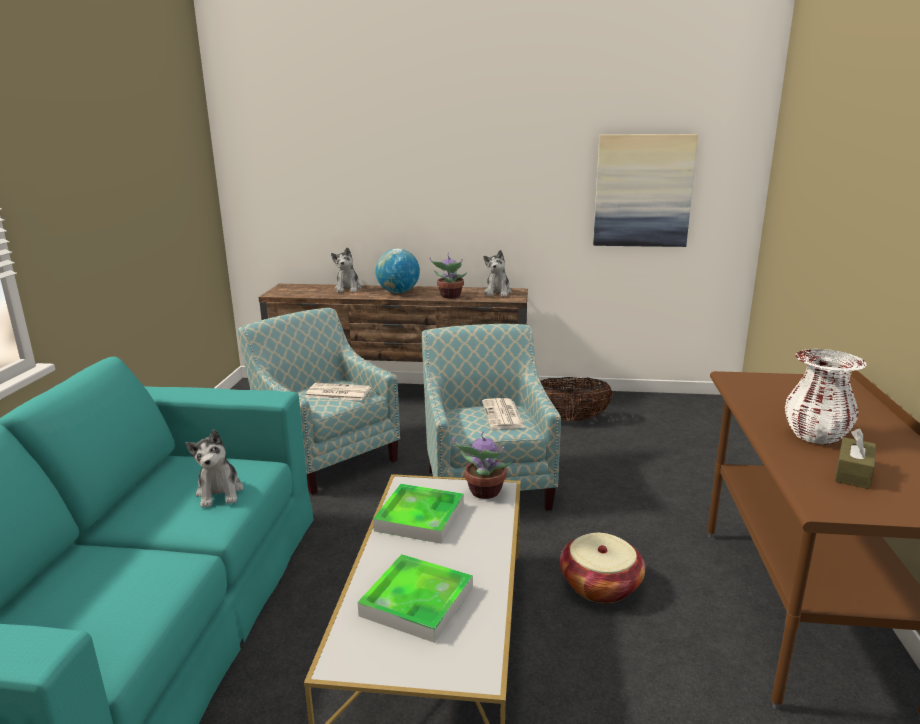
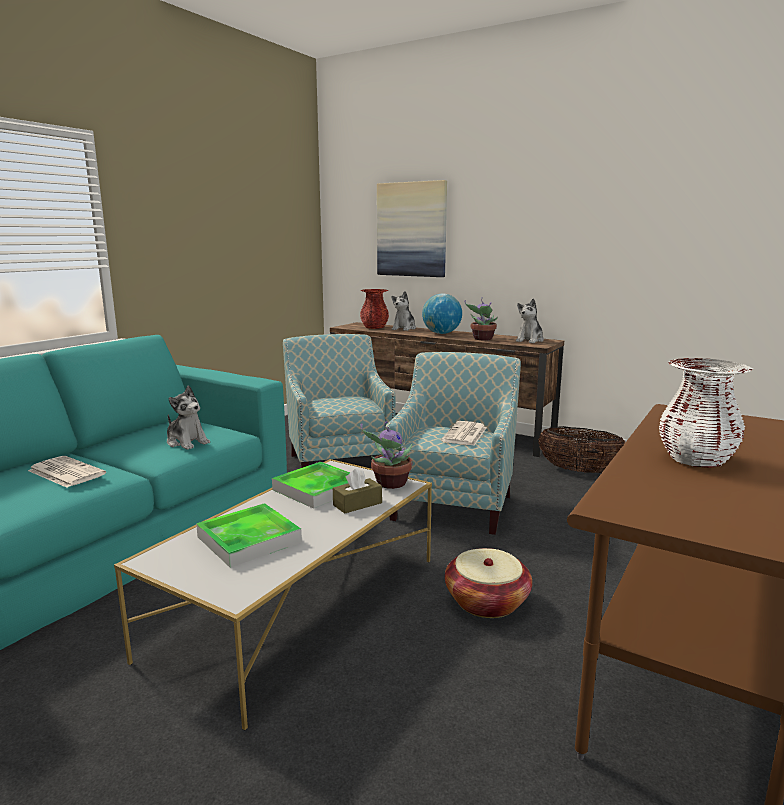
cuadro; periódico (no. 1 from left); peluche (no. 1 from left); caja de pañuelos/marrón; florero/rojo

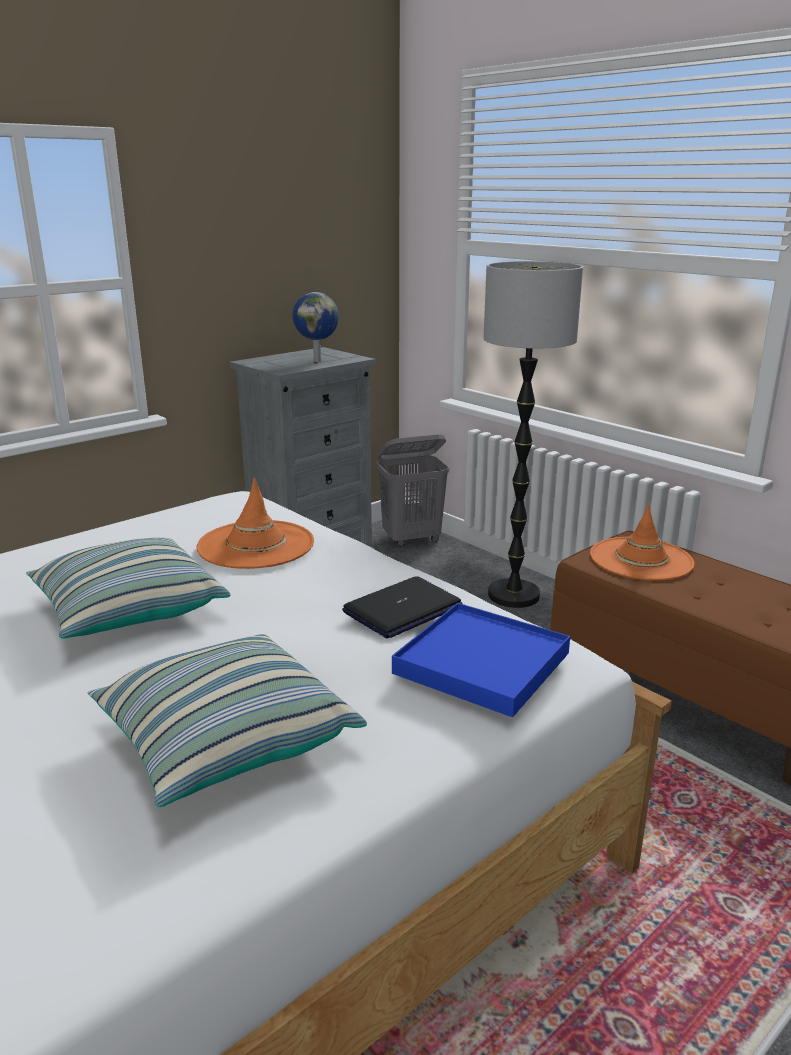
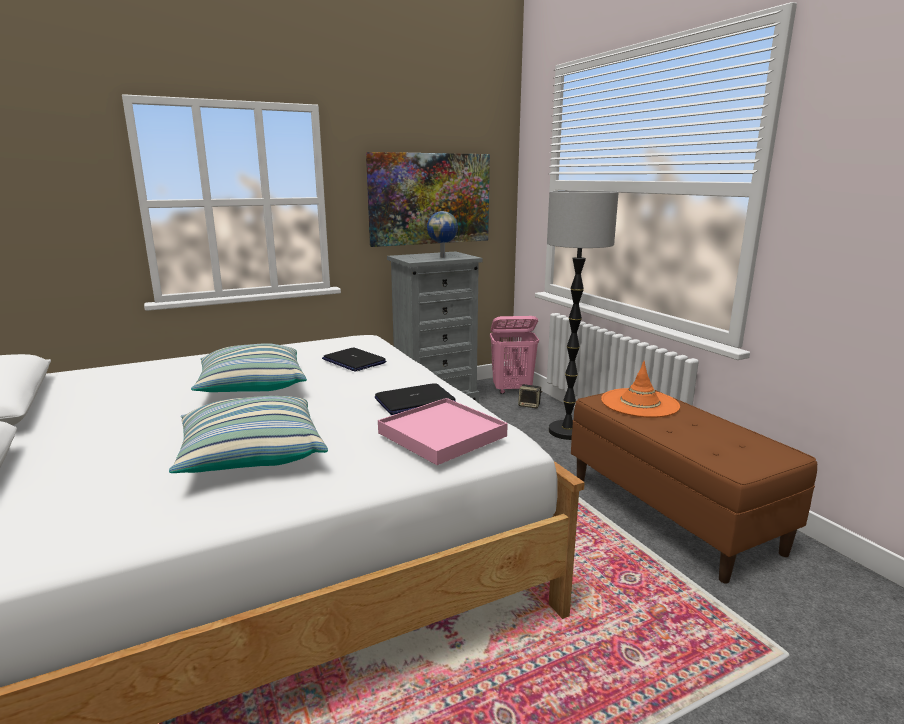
cesto de la ropa/rosa; portátil (no. 1 from left); bandeja/rosa; cuadro; altavoz

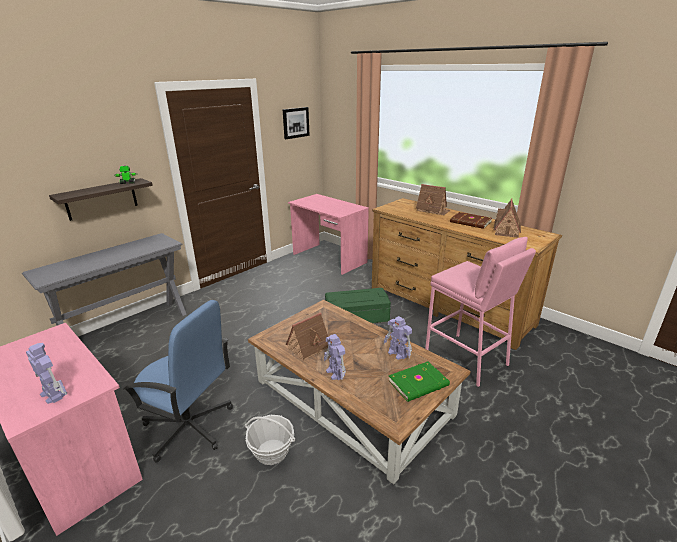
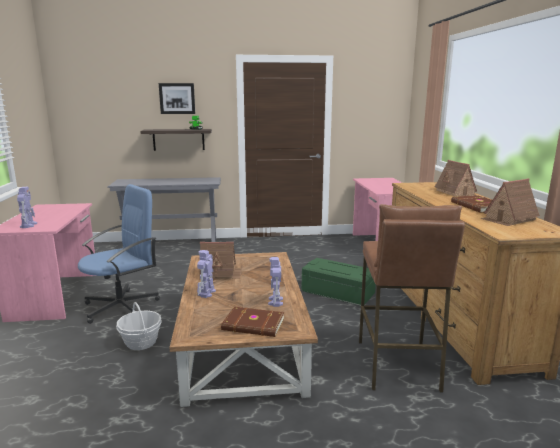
cuadro; taburete/marrón; silla de oficina/azul; libro/marrón (no. 1 from left)

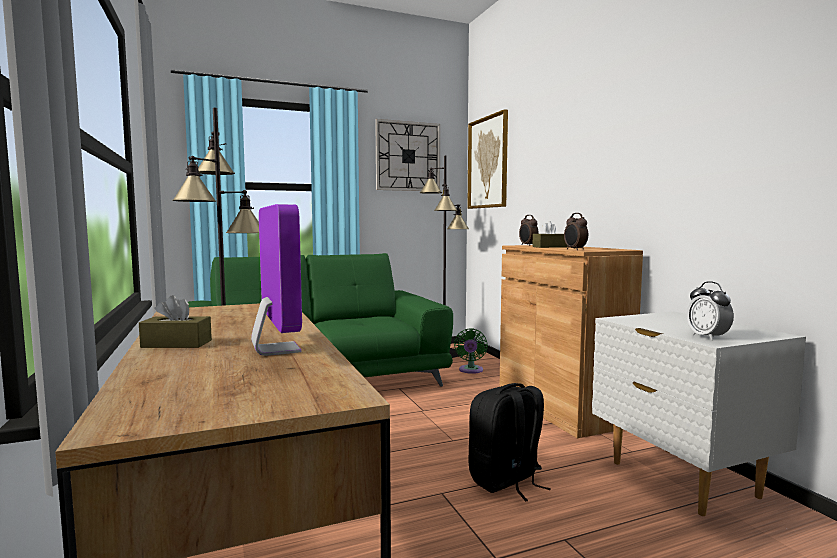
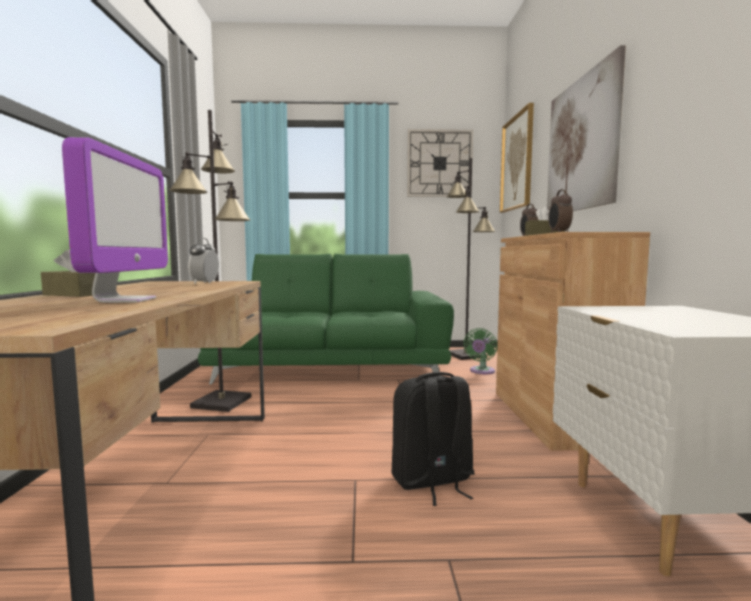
despertador (no. 1 from left); cuadro (no. 2 from left)

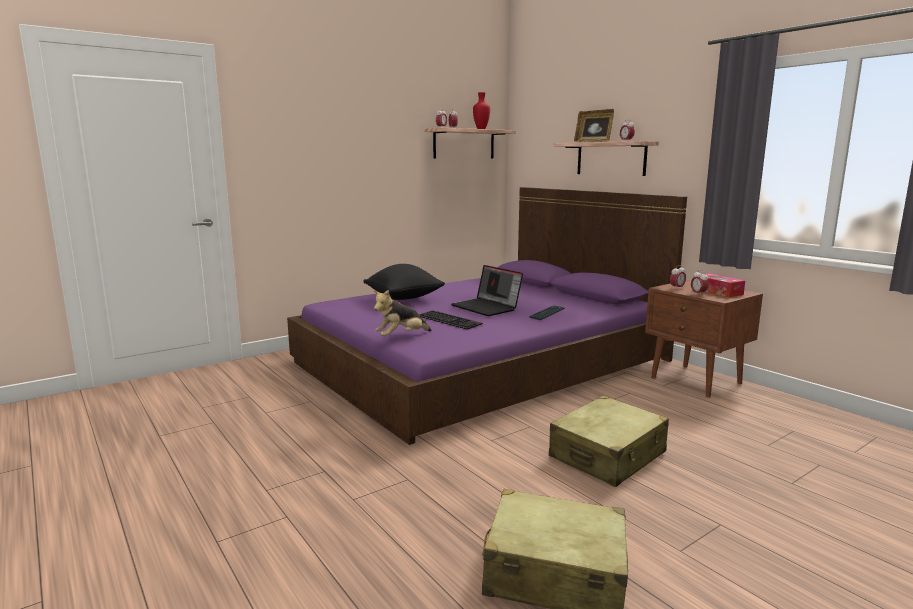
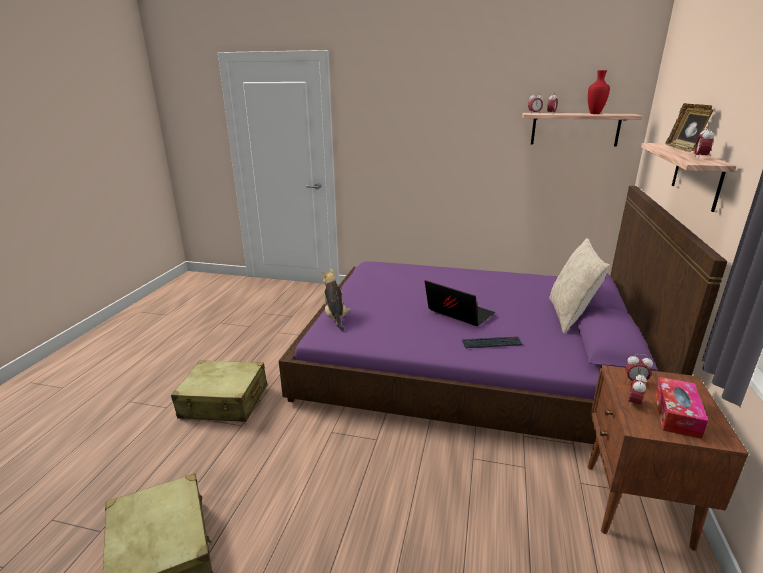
cojín/negro; portátil; peluche; teclado (no. 1 from left in the first image); maleta/beis (no. 2 from left); cojín/beis

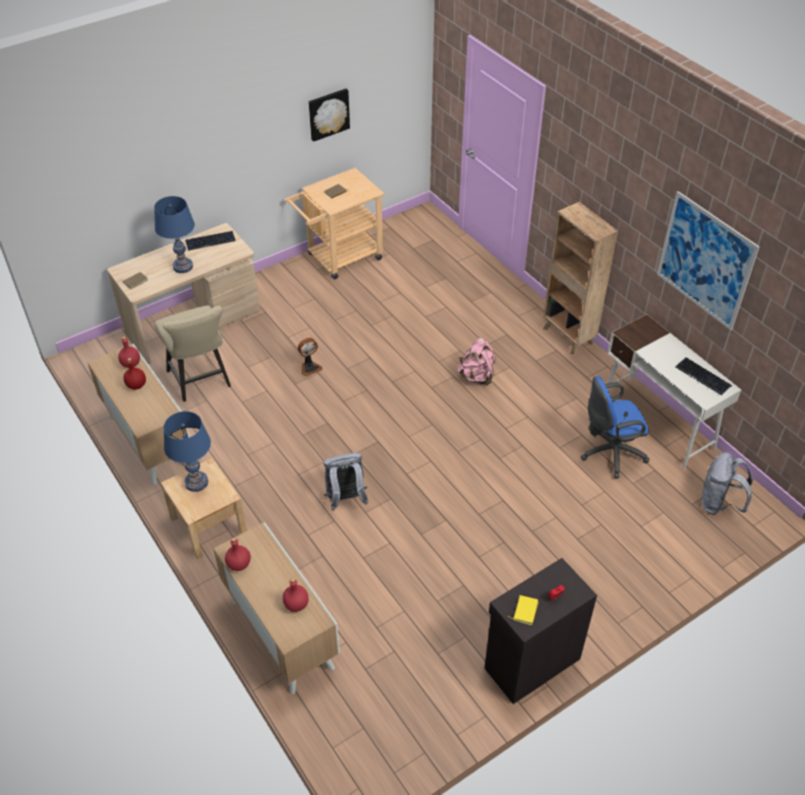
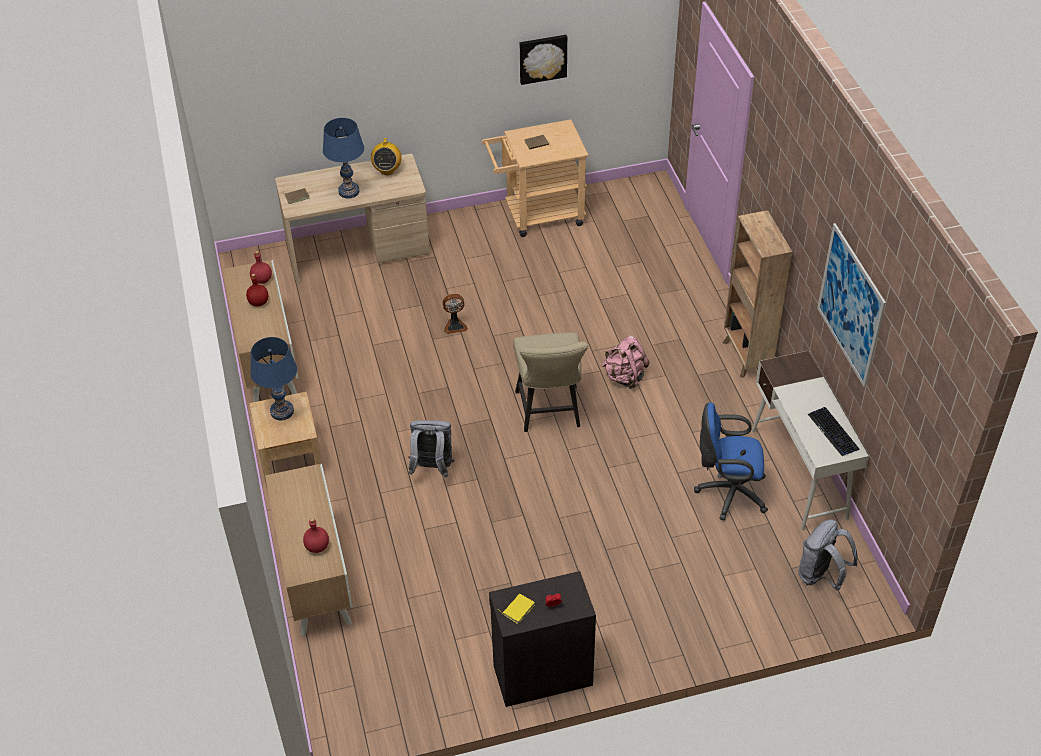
radio; silla/beis; botella/rojo (no. 3 from left in the first image)

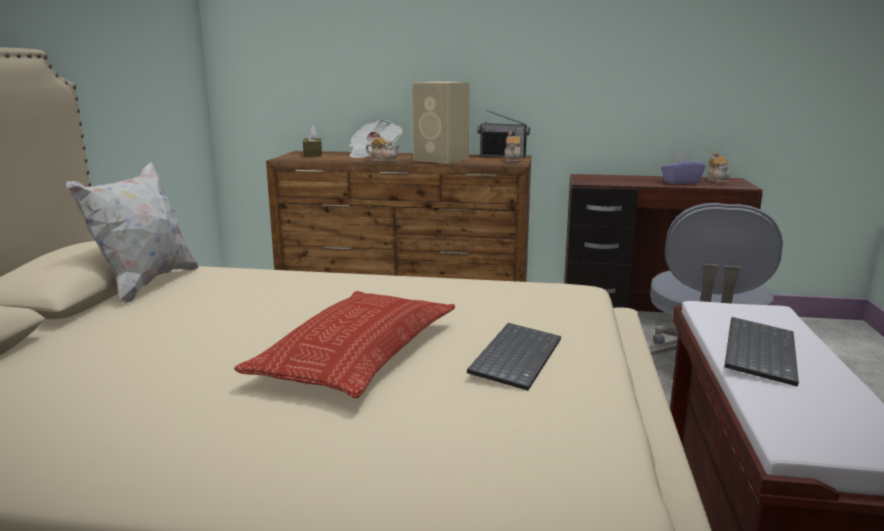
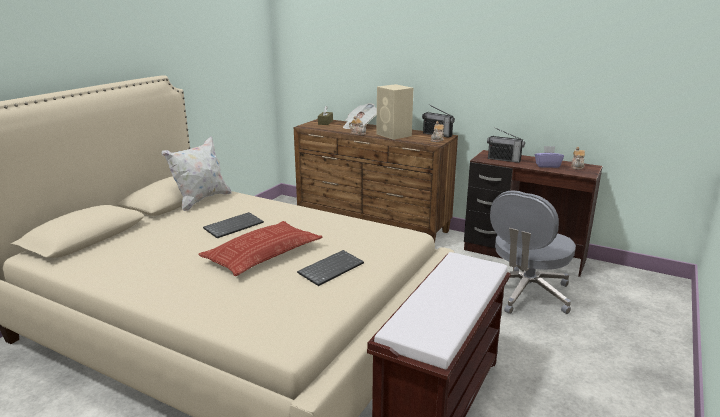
teclado (no. 1 from left); radio (no. 2 from left)

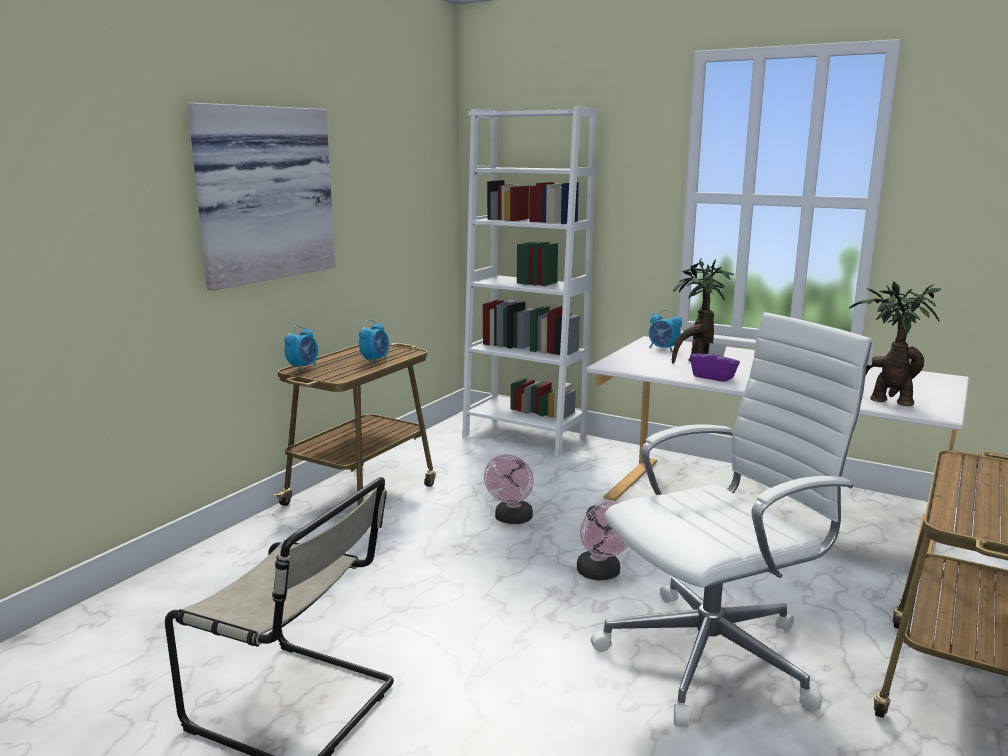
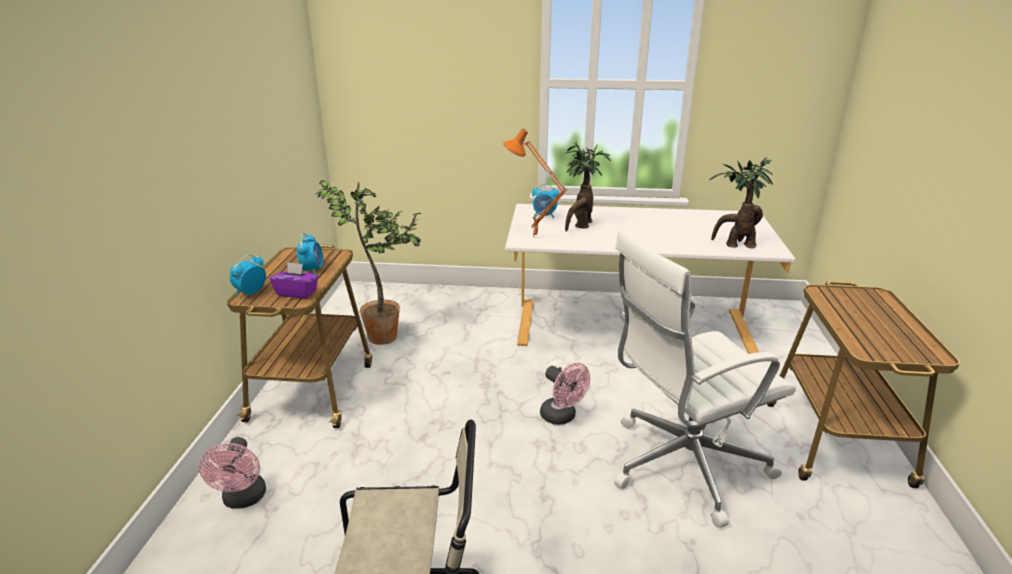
cuadro; estantería/blanco; silla de oficina/blanco; despertador (no. 1 from left); caja de pañuelos/morado; ventilador/rosa (no. 1 from left); lámpara de mesa/naranja; planta en maceta (no. 1 from left)

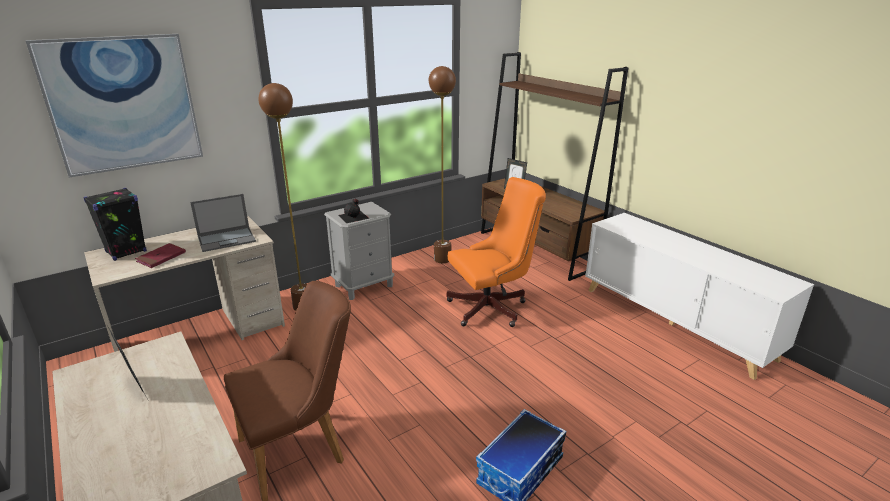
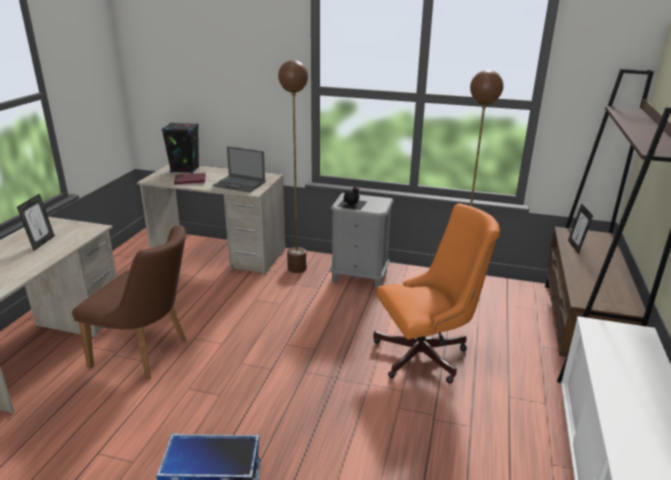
cuadro; silla de oficina/naranja

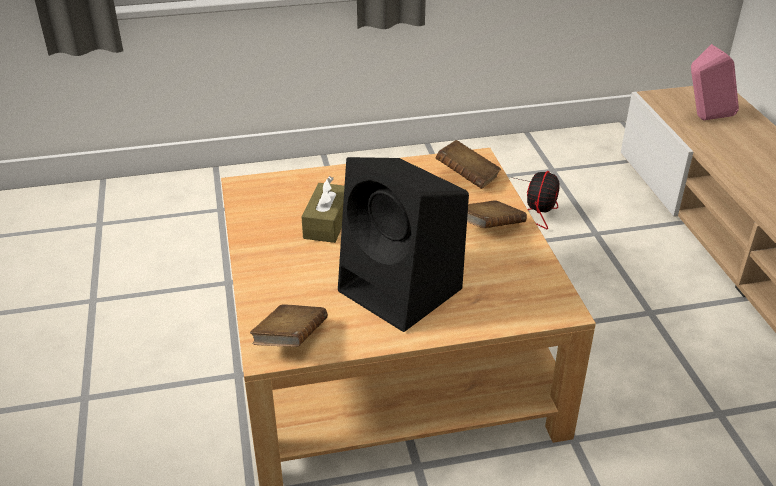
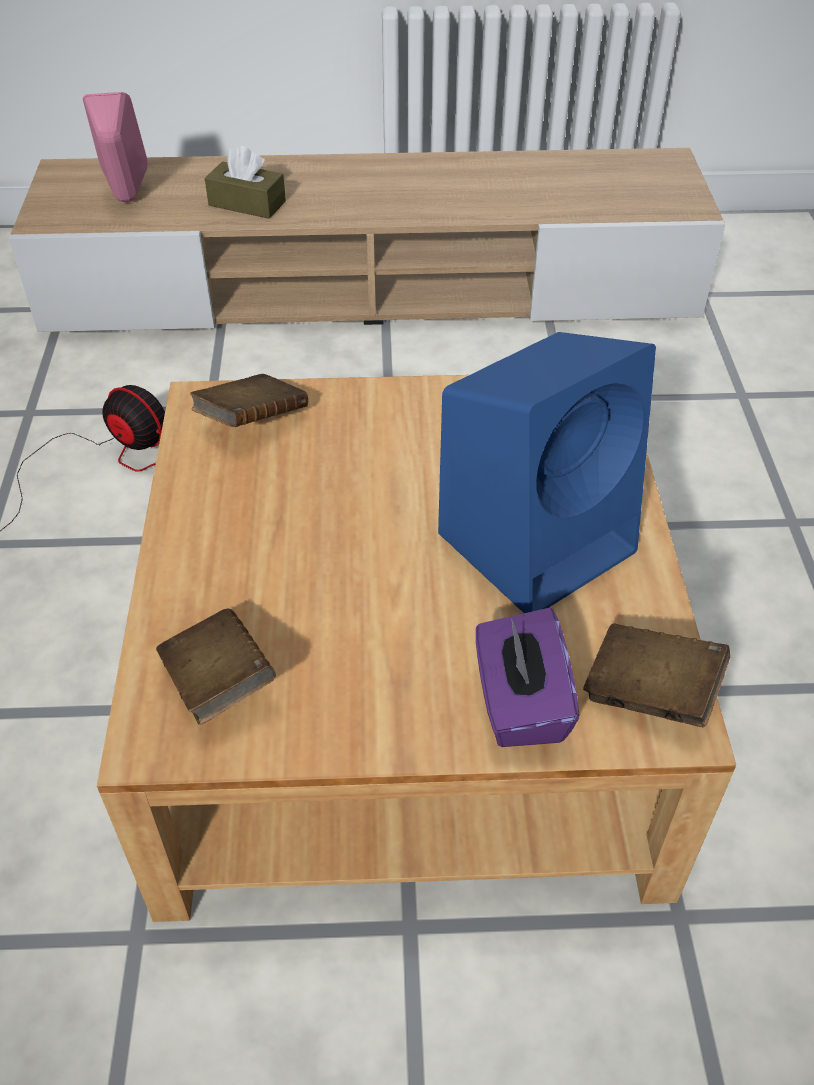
altavoz/azul; caja de pañuelos/marrón; libro/marrón (no. 1 from left); caja de pañuelos/morado

